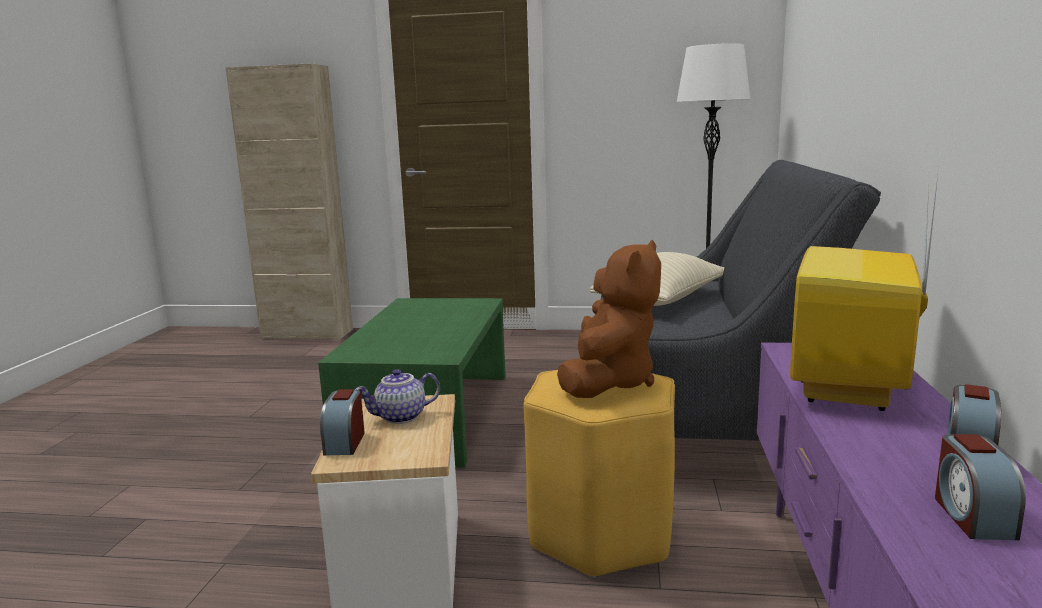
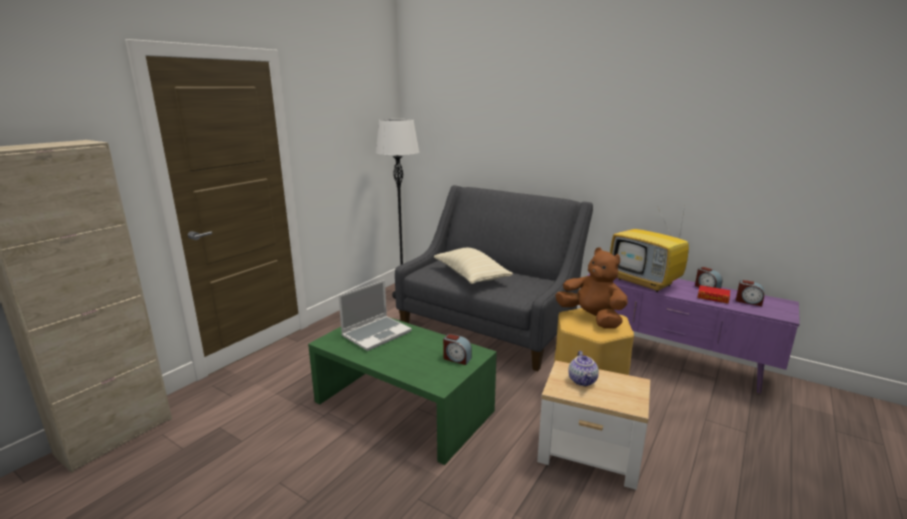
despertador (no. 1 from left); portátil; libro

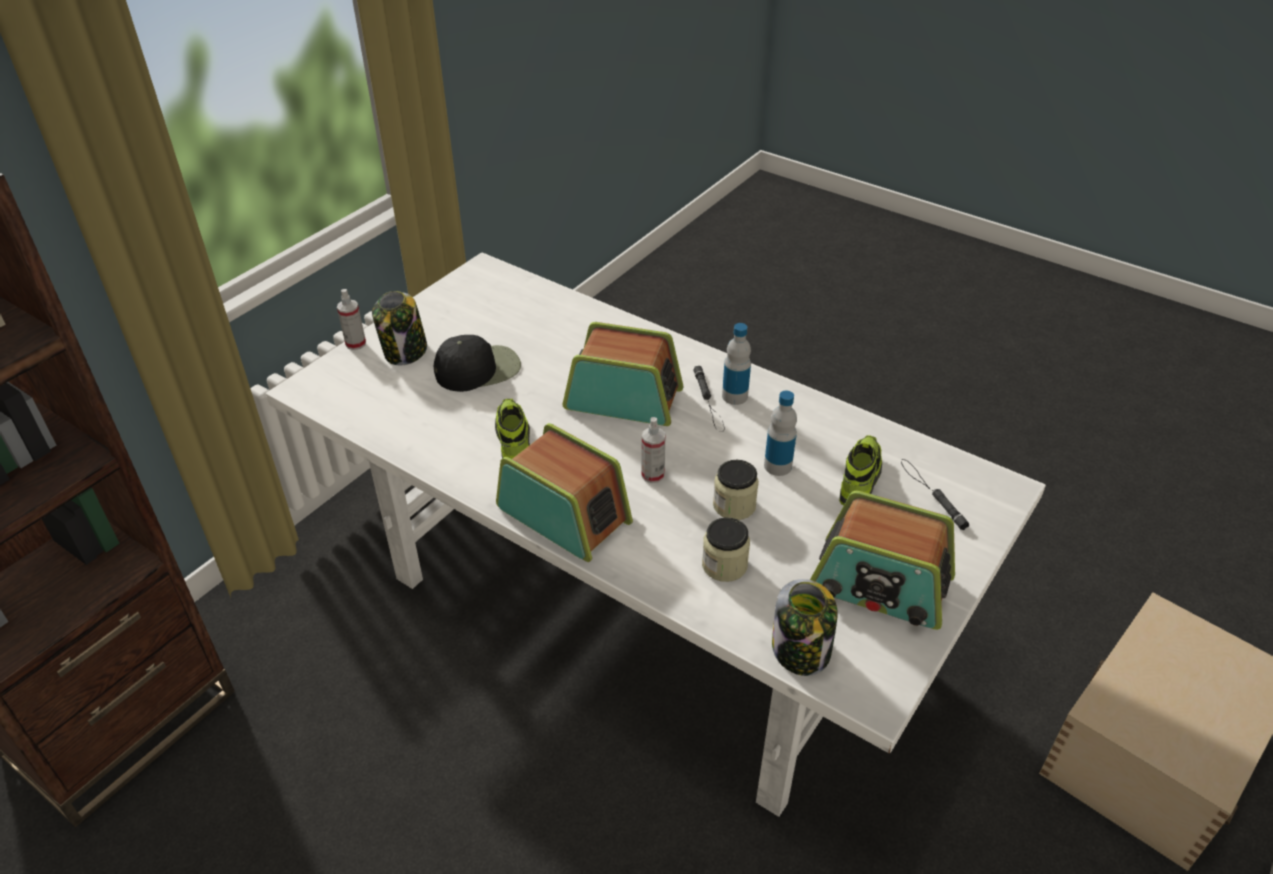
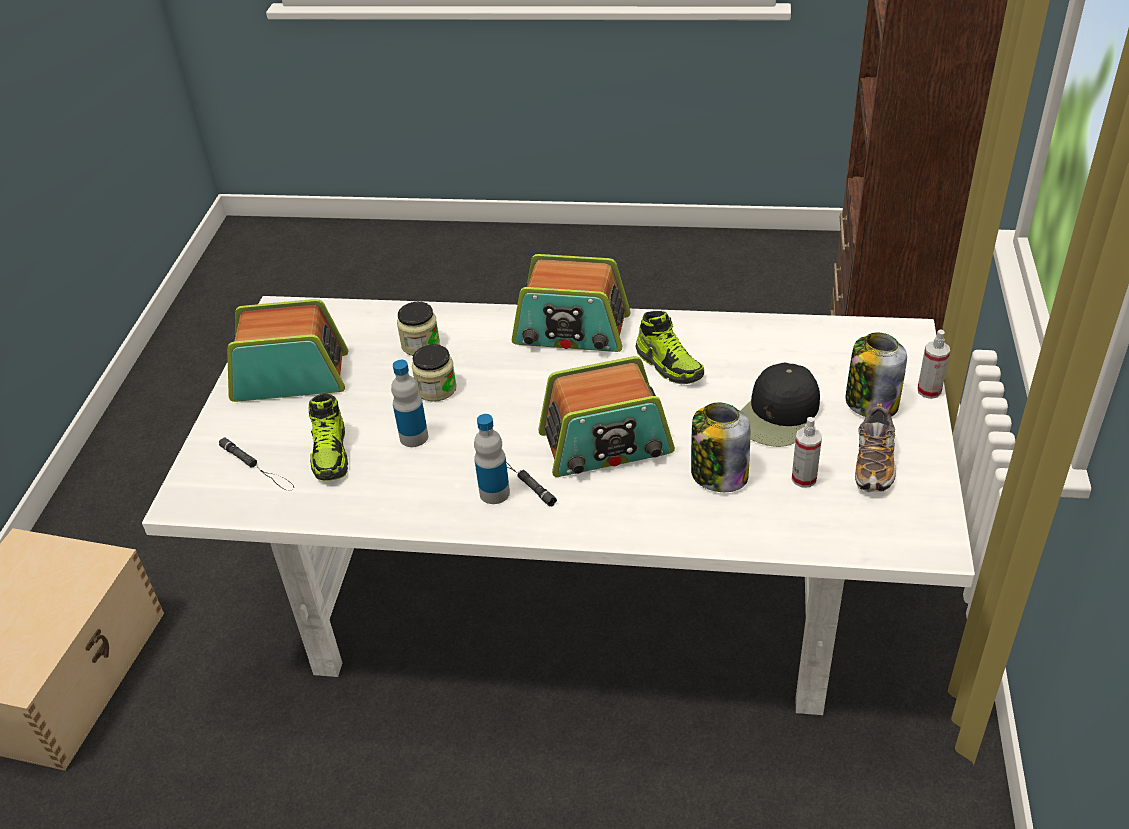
pulverizador (no. 1 from left); tarro (no. 3 from left); zapato (no. 3 from left)

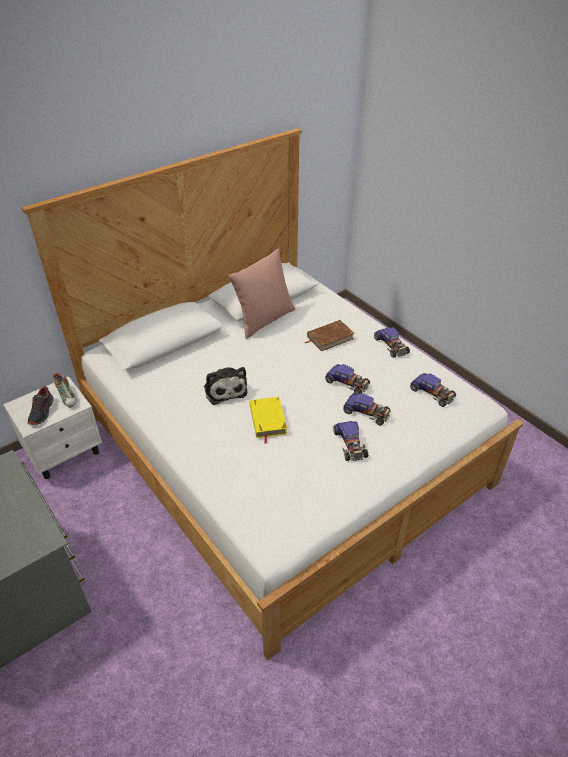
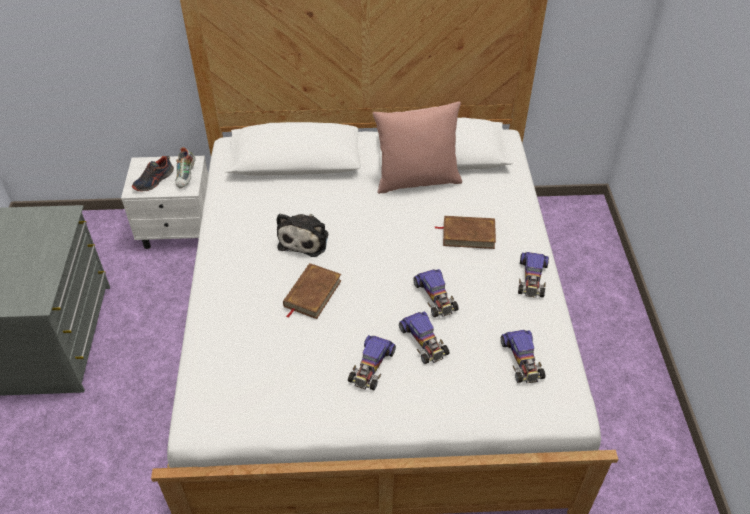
libro/marrón (no. 1 from left)

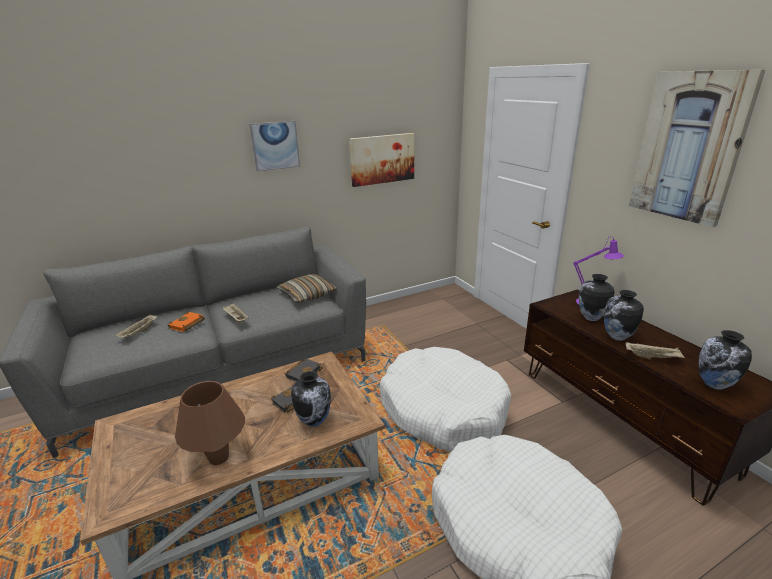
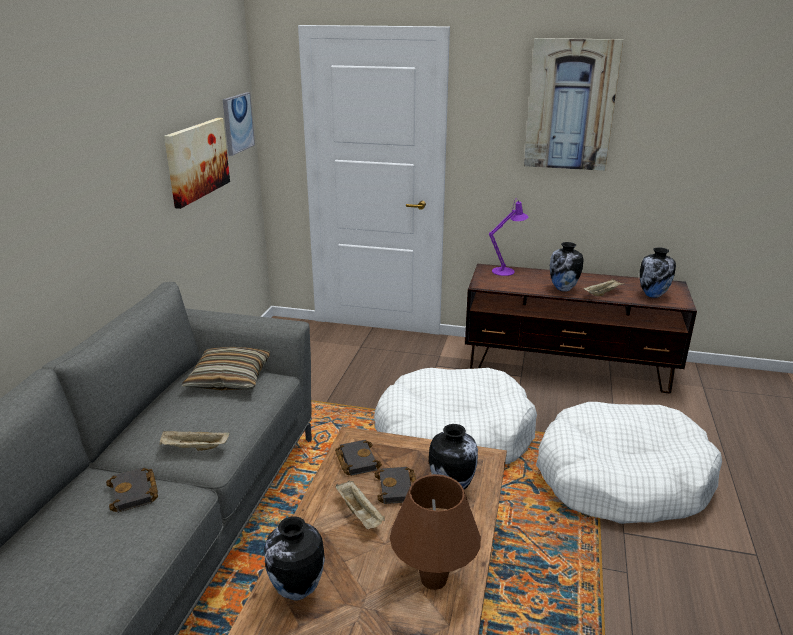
cuadro (no. 2 from left); florero (no. 1 from left); libro/negro (no. 1 from left); bandeja/beis (no. 2 from left)

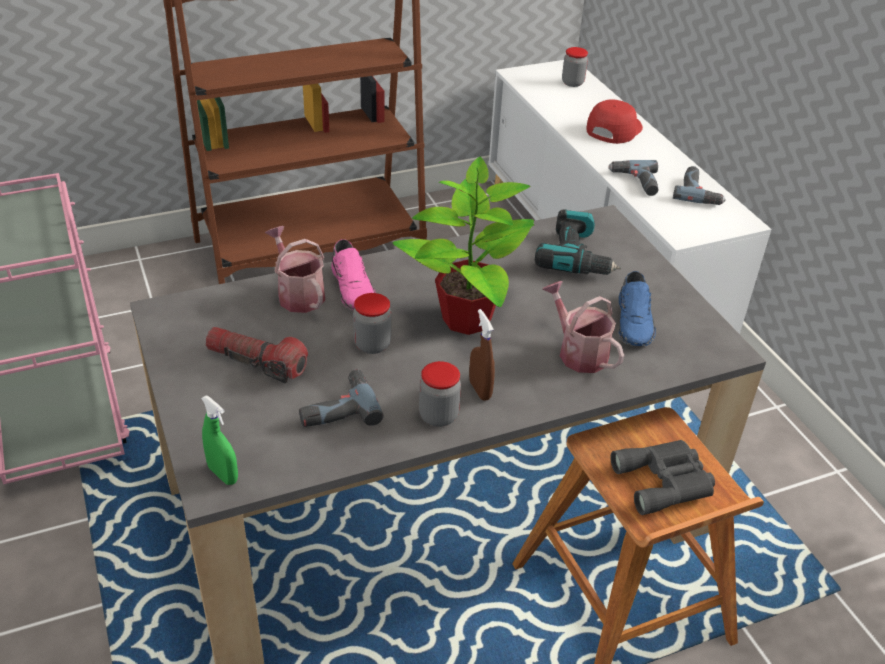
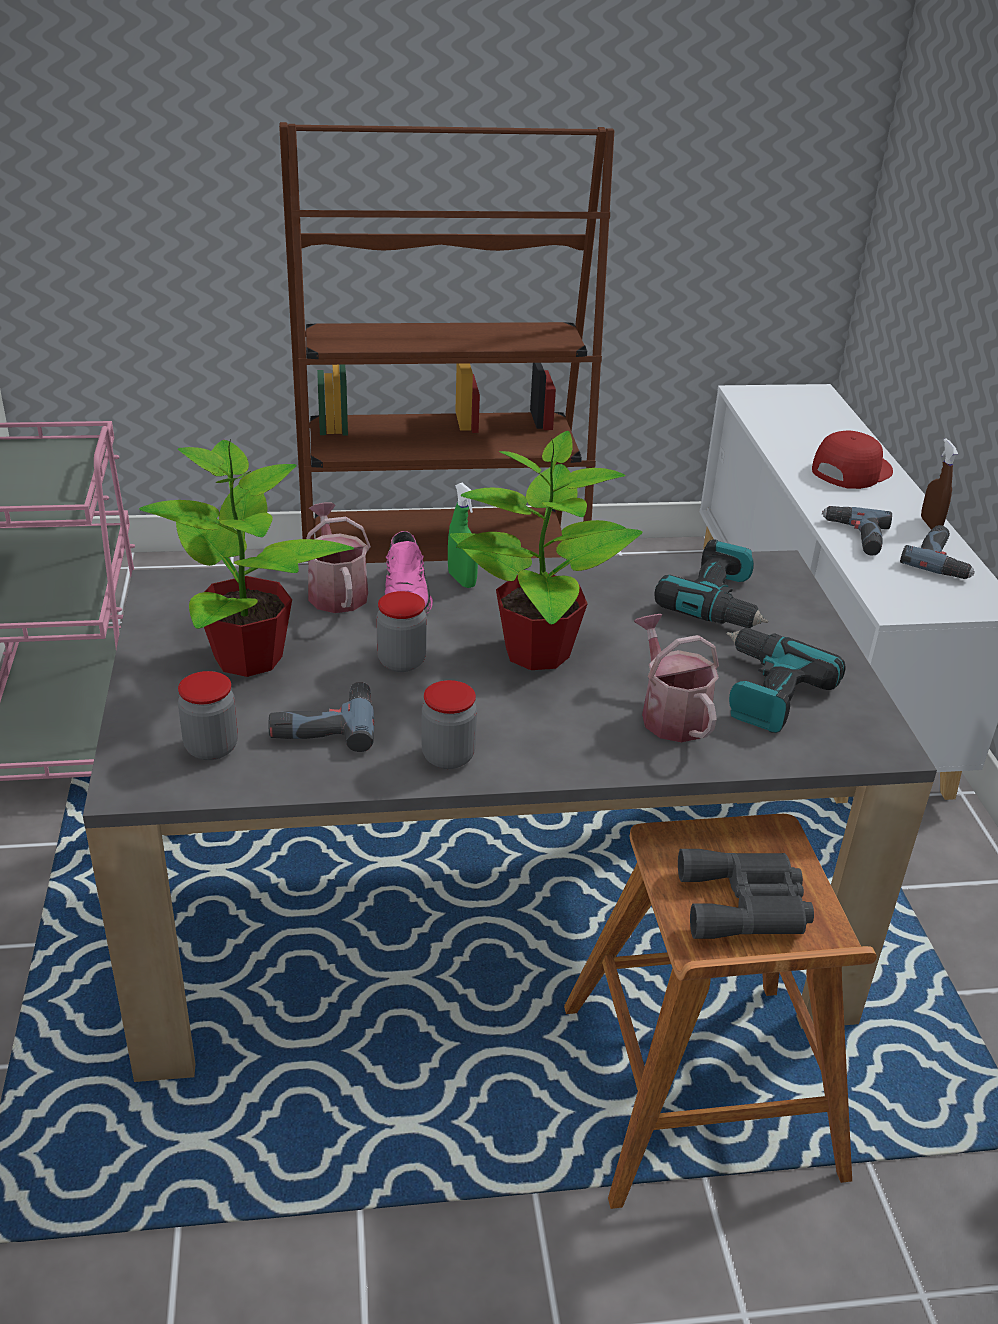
tarro (no. 1 from left); taladro (no. 3 from left); pulverizador/marrón; planta en maceta (no. 1 from left); pulverizador/verde

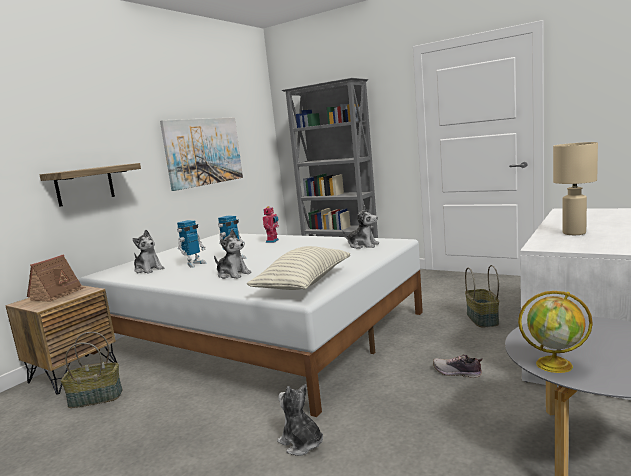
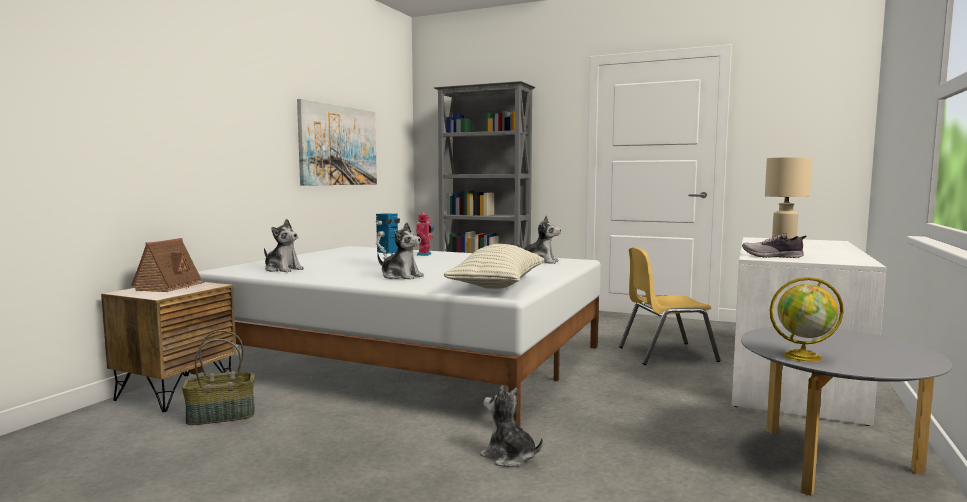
estante; robot de juguete (no. 1 from left in the first image); silla/amarillo; zapato

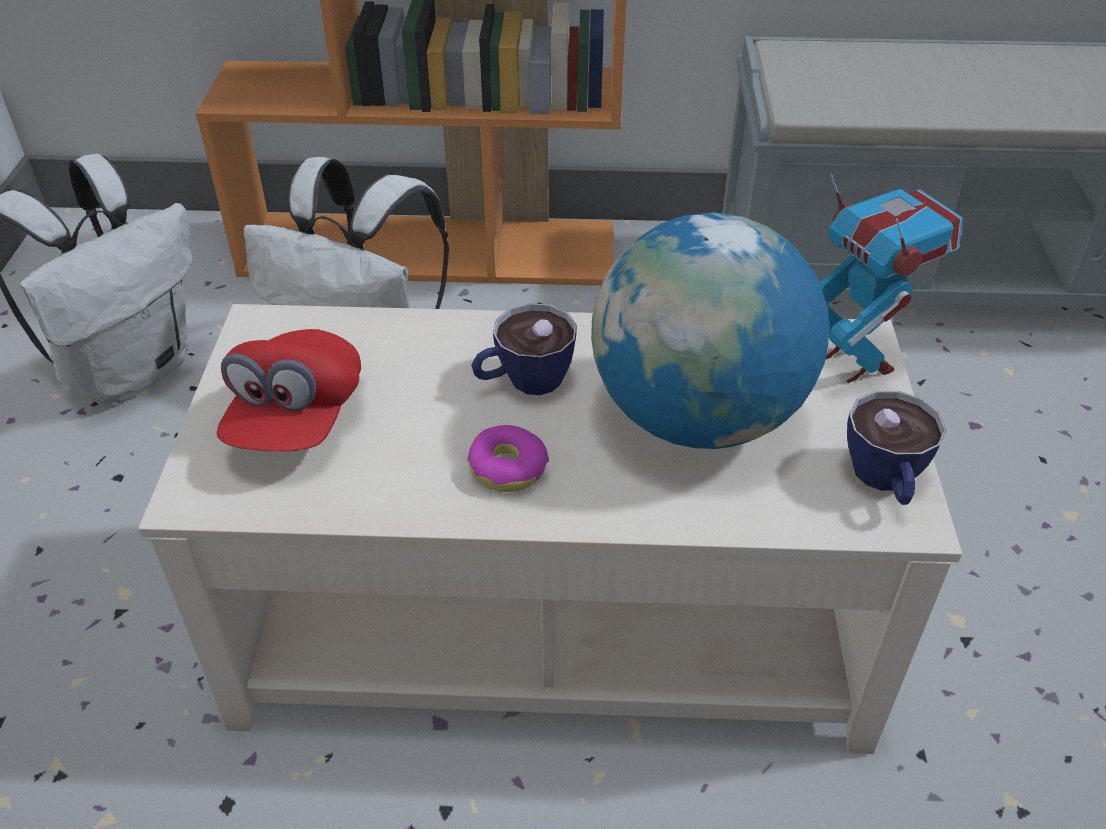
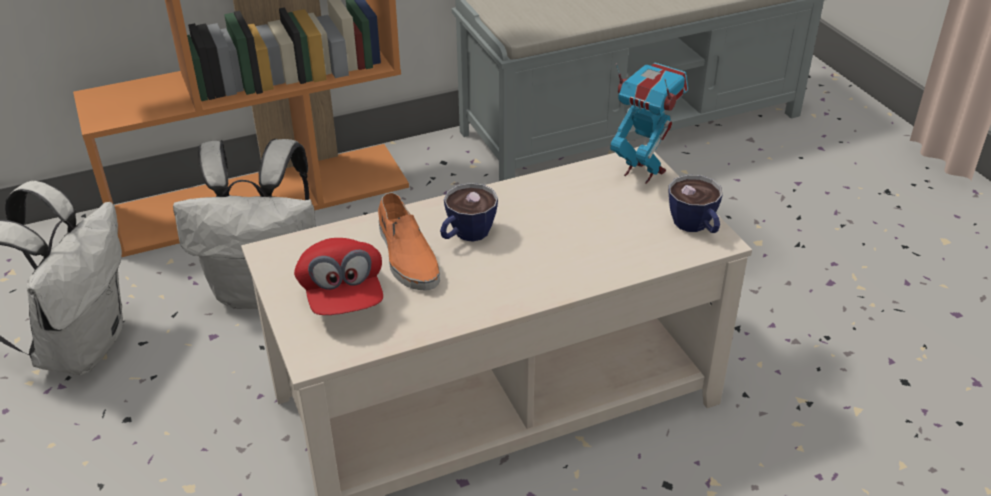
globo terráqueo; rosquilla; zapato/naranja

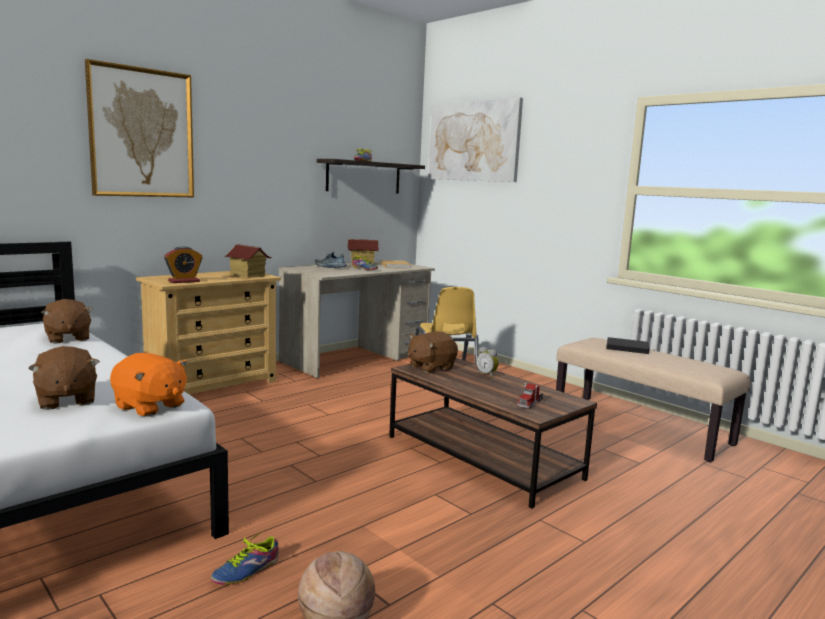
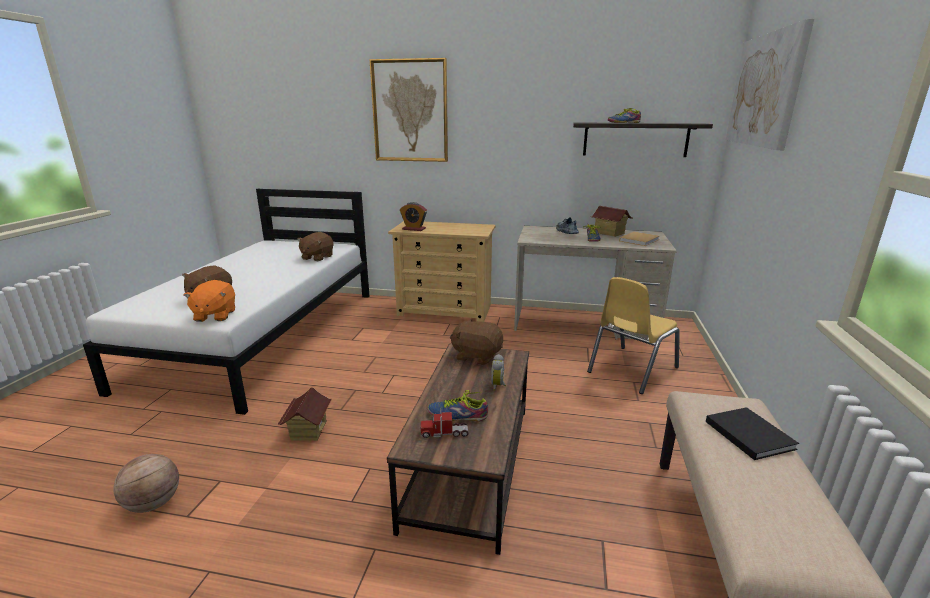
casita (no. 1 from left); zapato (no. 1 from left)

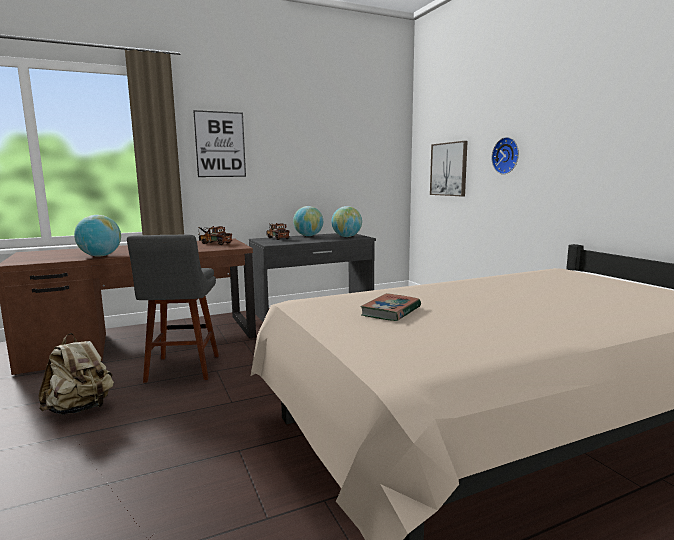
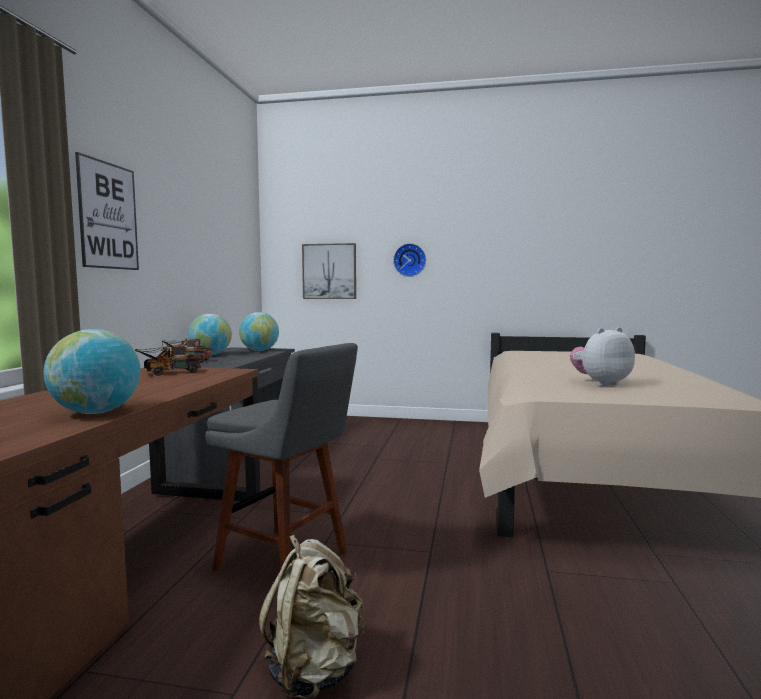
peluche

